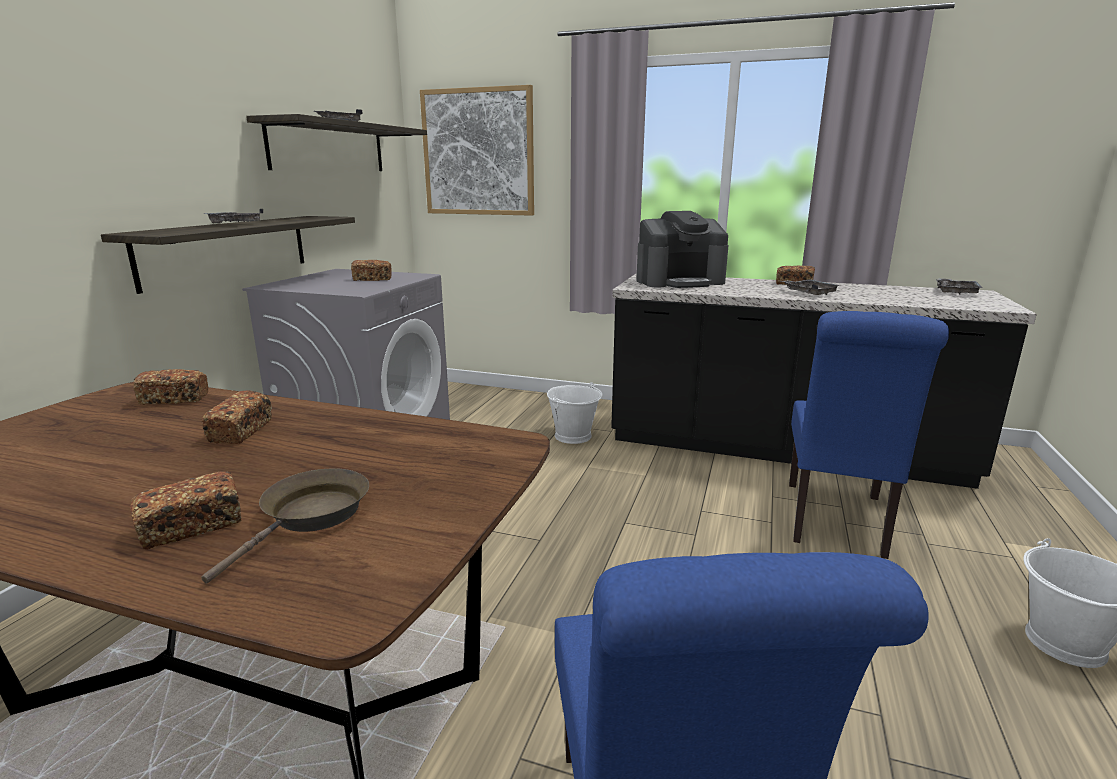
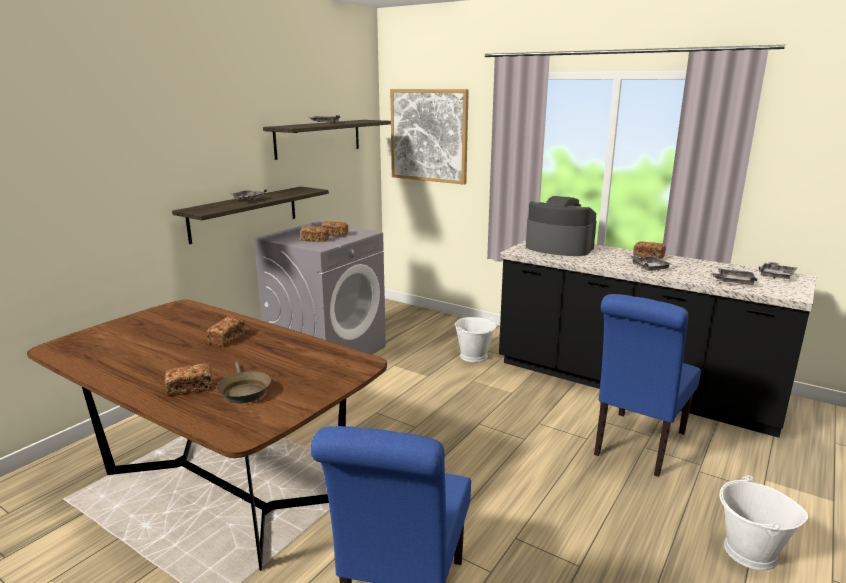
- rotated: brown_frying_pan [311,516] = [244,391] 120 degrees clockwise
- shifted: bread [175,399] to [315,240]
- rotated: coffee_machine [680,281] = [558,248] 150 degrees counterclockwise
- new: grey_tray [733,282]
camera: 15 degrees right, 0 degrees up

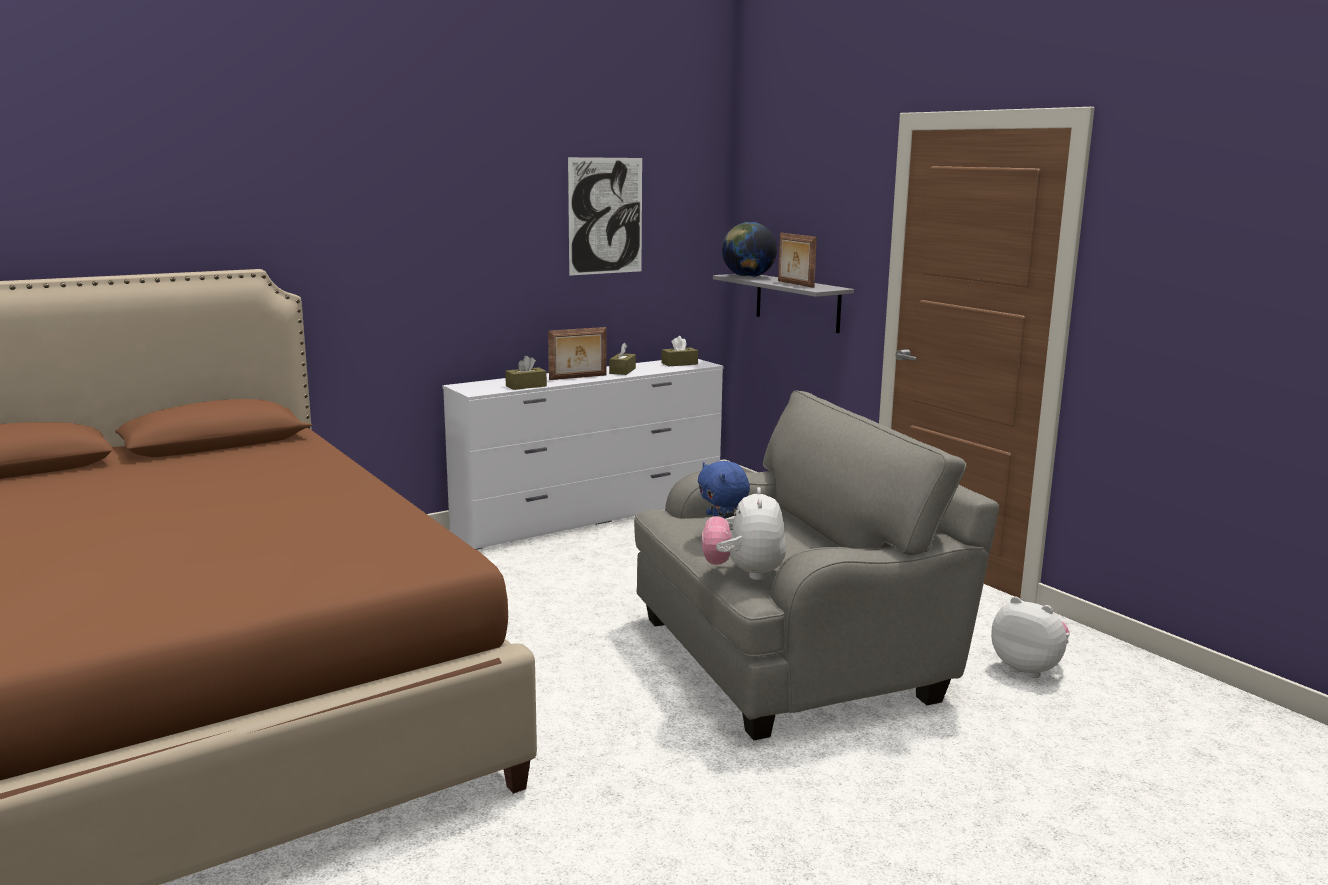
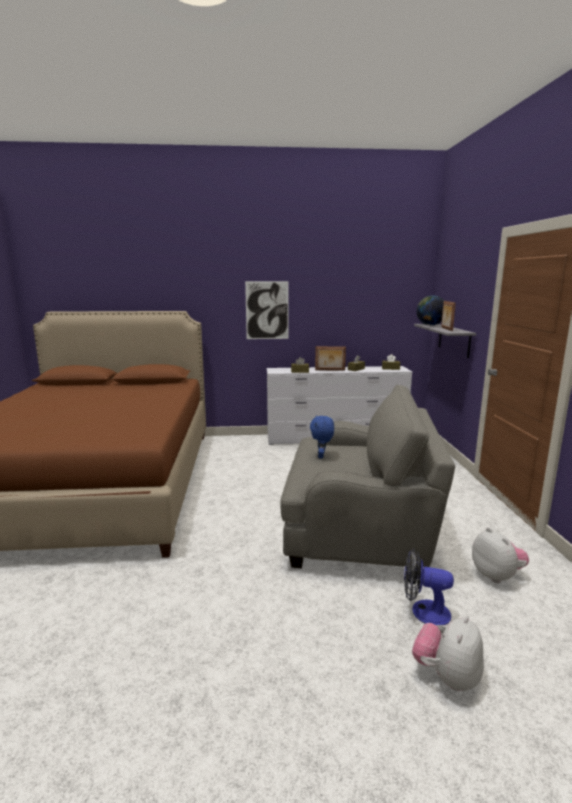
- shifted: picture [605,216] to [267,310]
- new: fan [423,611]
- shifted: plush_toy [744,573] to [447,676]
camera: 30 degrees right, 0 degrees up

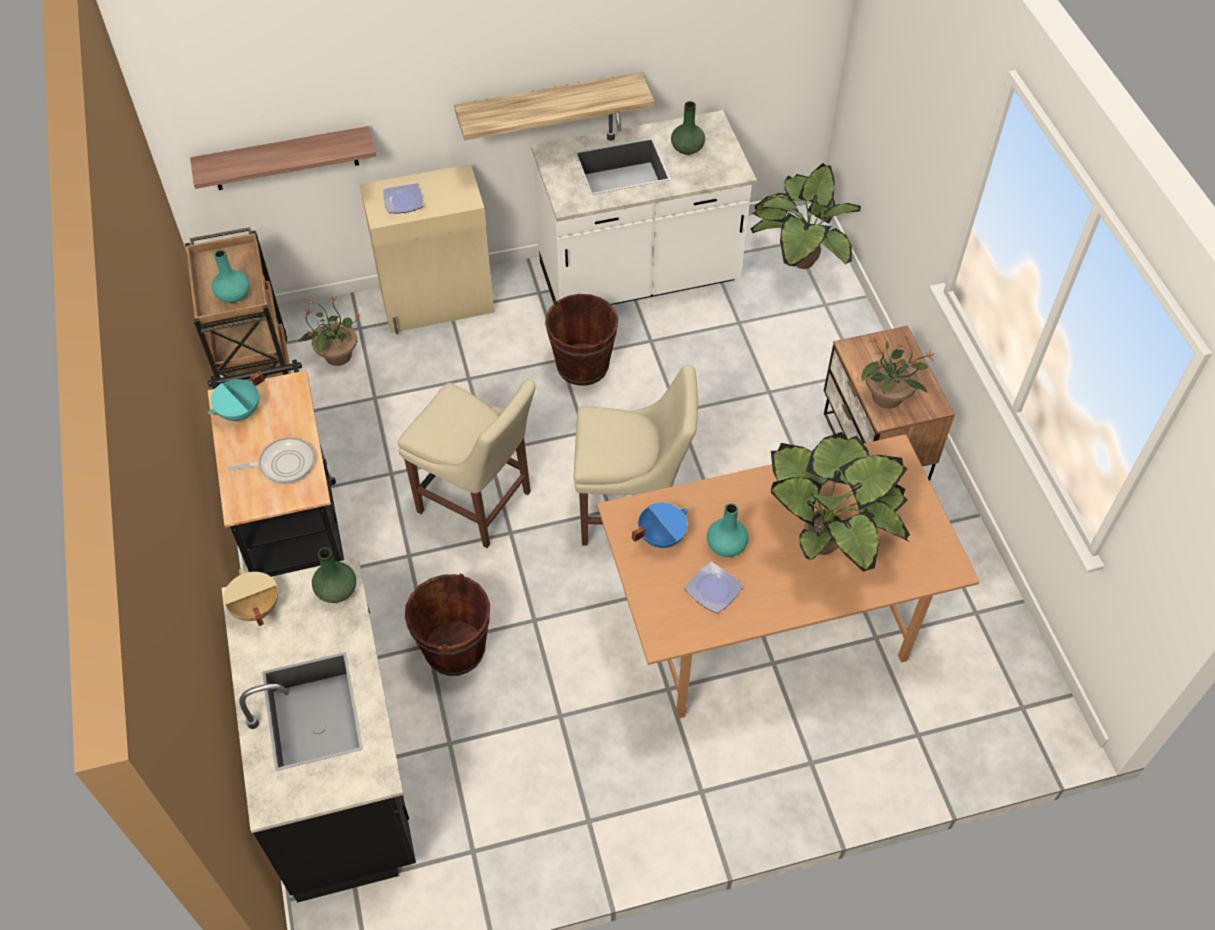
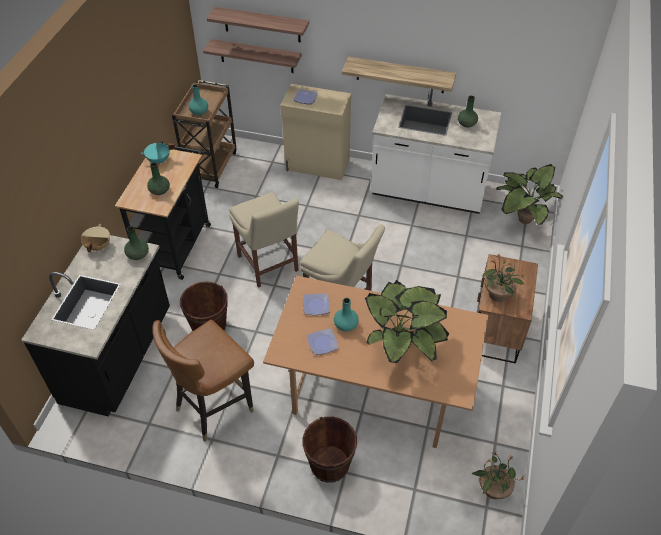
- swapped: frying_pan [283,464] to green_vase [159,190]
- new: brown_chair [214,407]
- new: shelf [262,25]
- shifted: brown_bucket [582,365] to [329,464]
- swapped: blue_cooking_pot [661,536] to plate [315,305]
- shifted: potted_plant [337,355] to [493,489]
camera: 30 degrees right, 5 degrees down

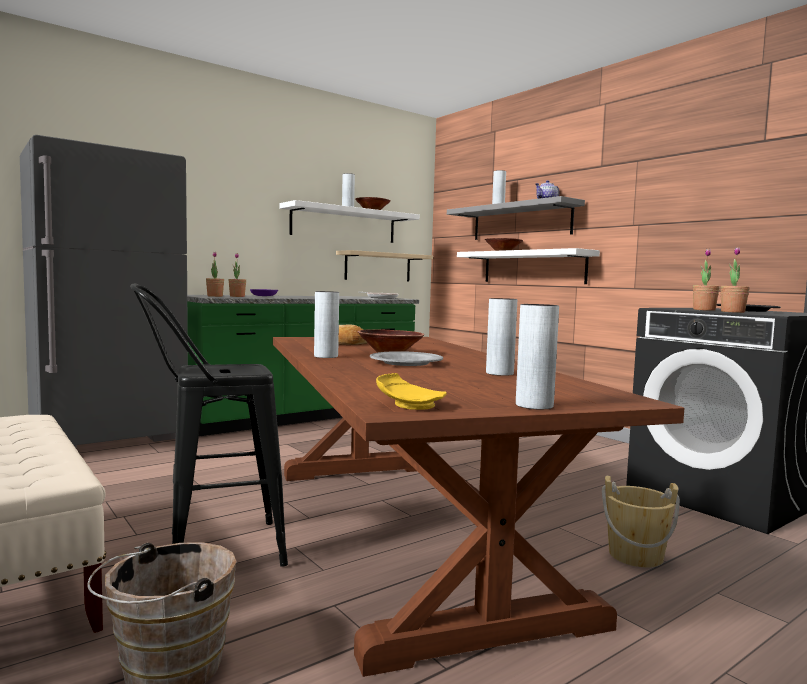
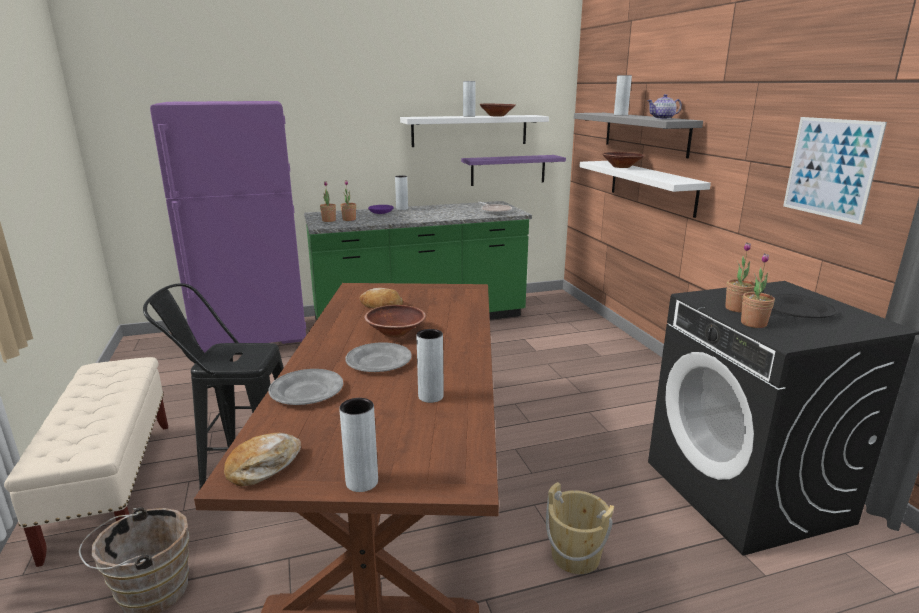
- repainted: grey_fridge [109,440] to purple_fridge [253,338]
- swapped: yellow_plate [409,405] to bread [263,466]
- new: grey_plate [306,391]
- shifted: grey_vase [326,356] to [402,209]
- repainted: beige_shelf [378,267] to purple_shelf [508,170]
- new: picture [830,168]
camera: 20 degrees right, 15 degrees up

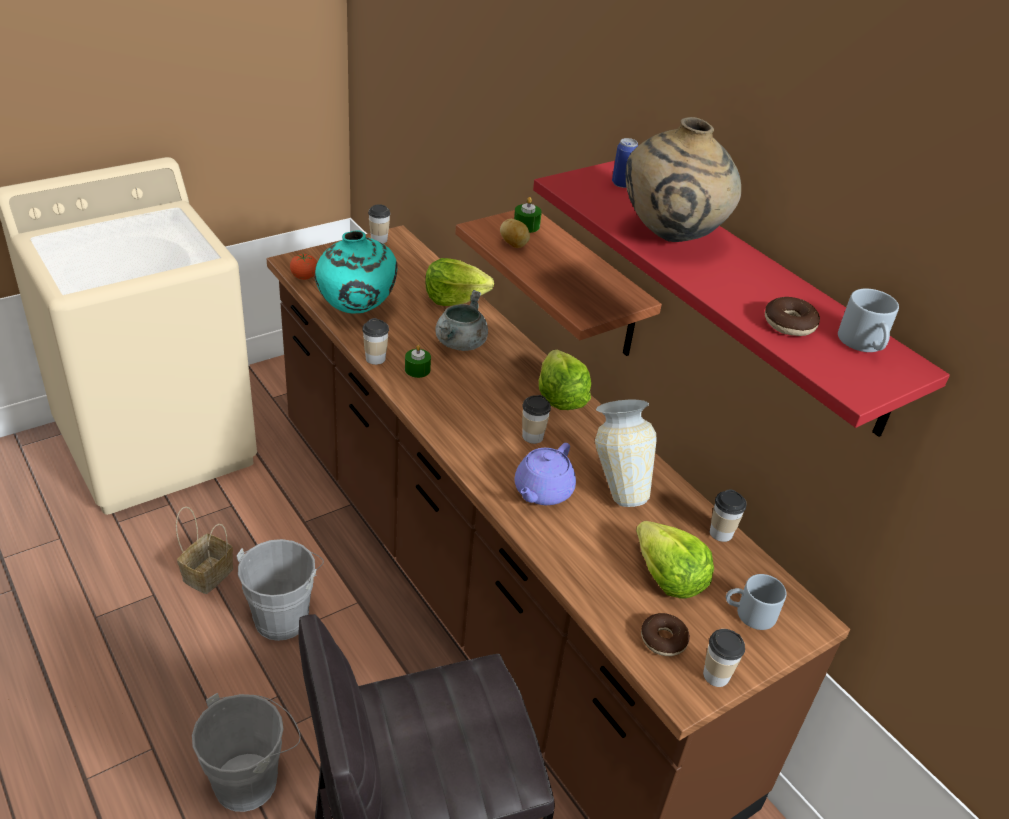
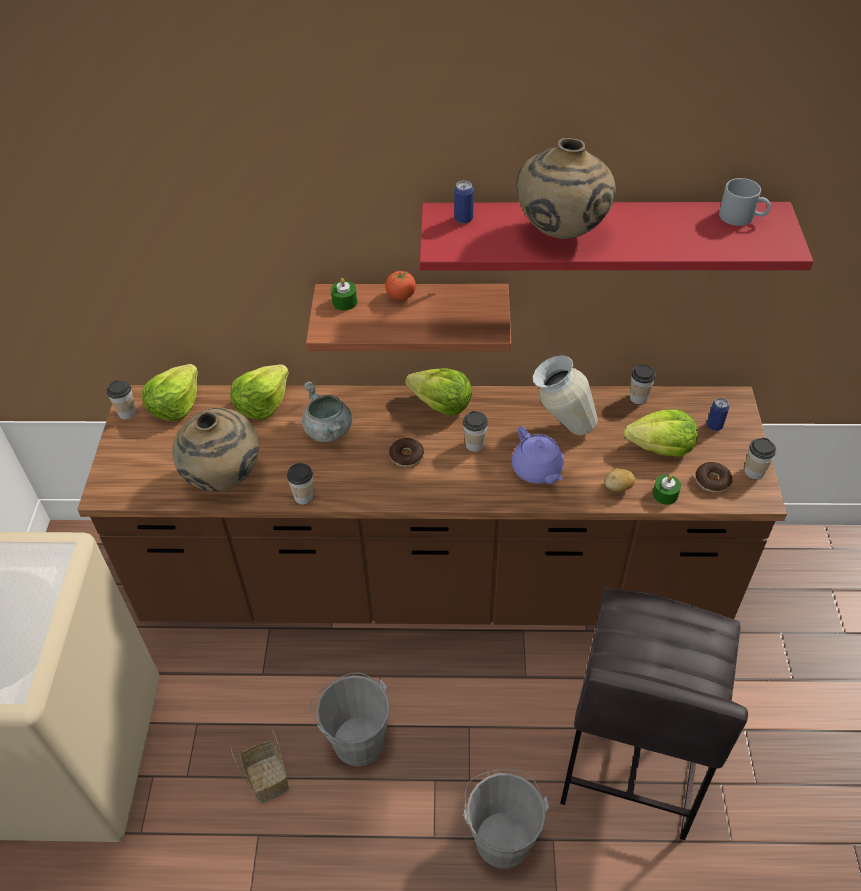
- new: lettuce [175,405]
- repainted: turquoise_vase [356,311] to beige_vase [224,479]
- shifted: tomato [304,277] to [401,296]
- shifted: donut [789,324] to [406,456]
- shifted: potato [514,245] to [618,487]
- shifted: green_candle [417,369] to [665,494]
- swapped: grey_mug [749,614] to can [714,426]
camera: 50 degrees left, 10 degrees up

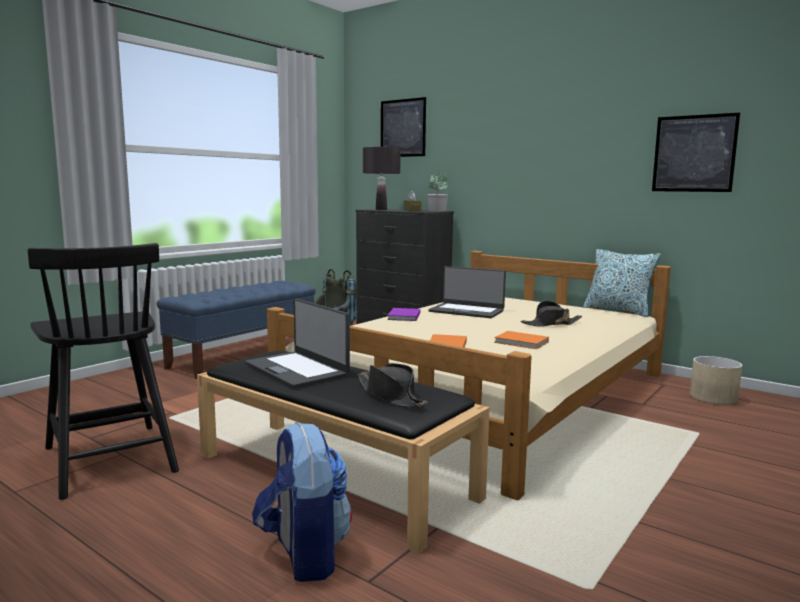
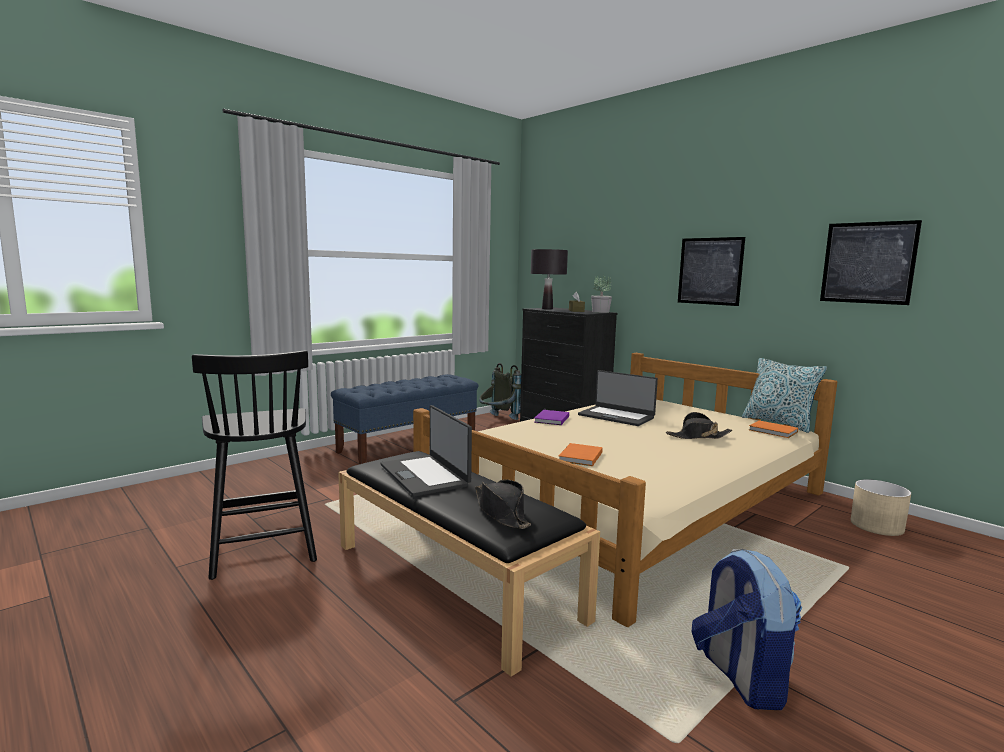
- shifted: picture [403,128] to [710,271]
- shifted: backpack [303,554] to [740,677]
- shifted: orange_book [522,342] to [773,431]
camera: 10 degrees right, 0 degrees up

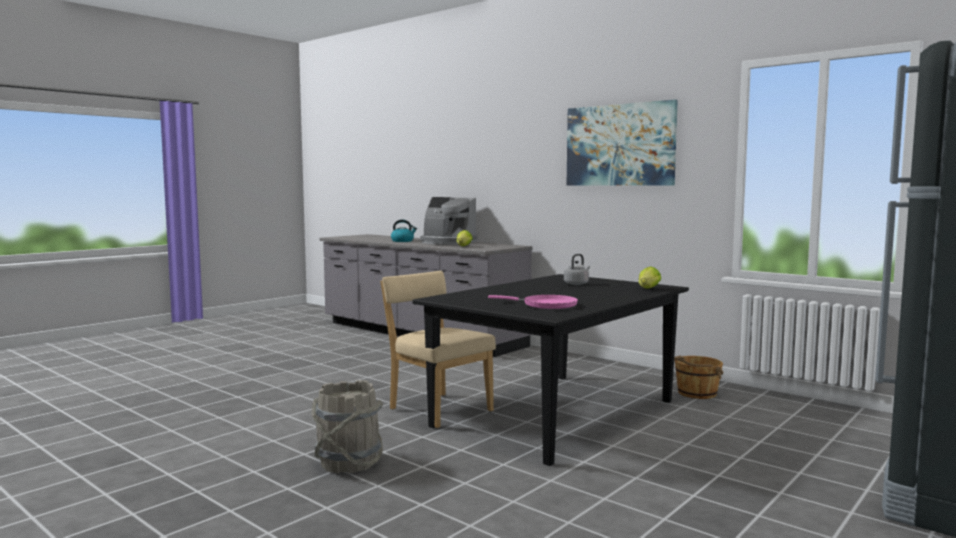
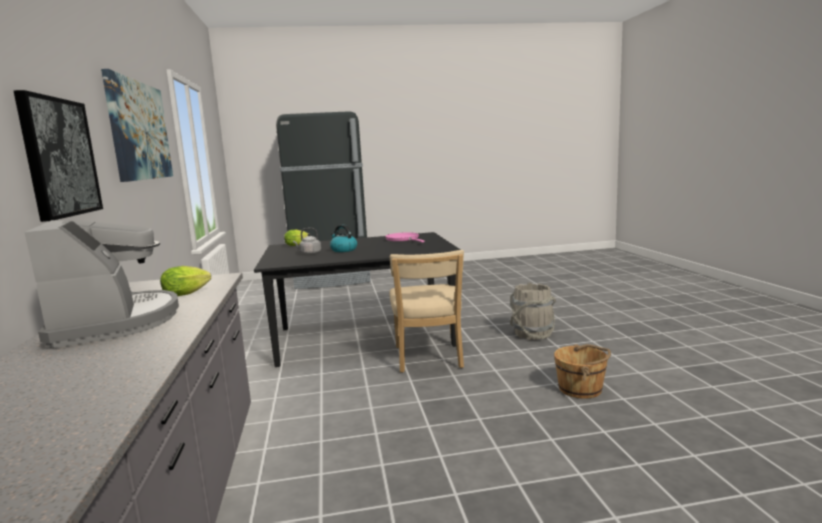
- new: picture [59,157]
- shifted: kettle [403,241] to [343,250]
- shifted: brown_bucket [696,393] to [581,389]
camera: 140 degrees left, 5 degrees up

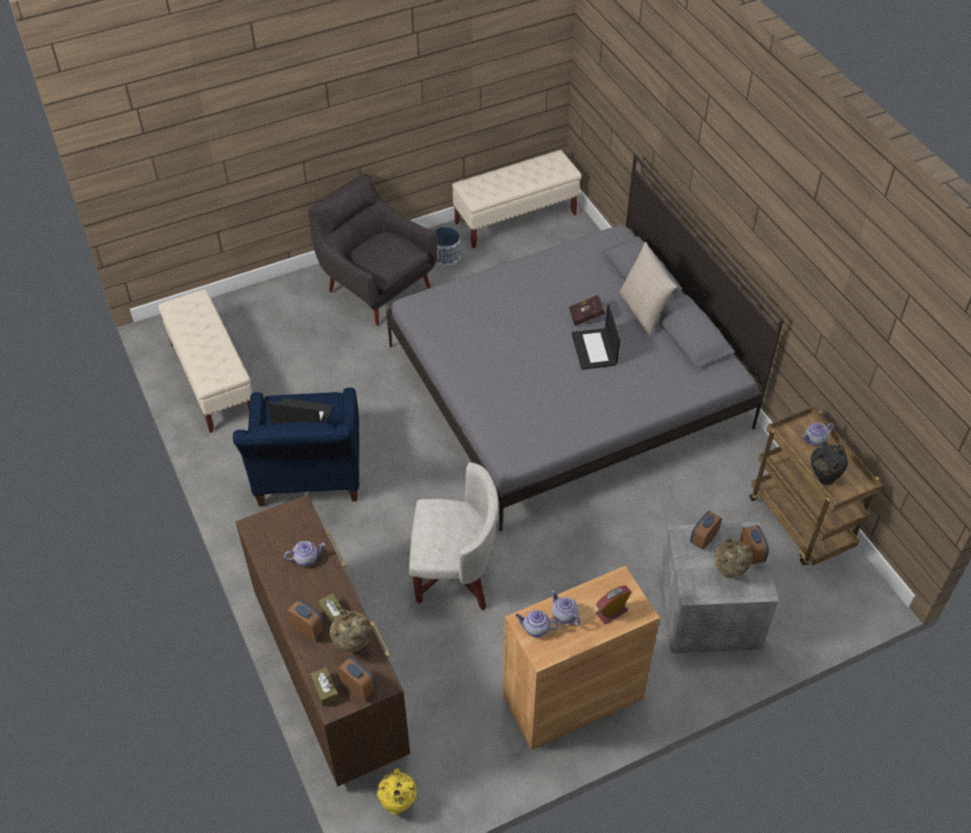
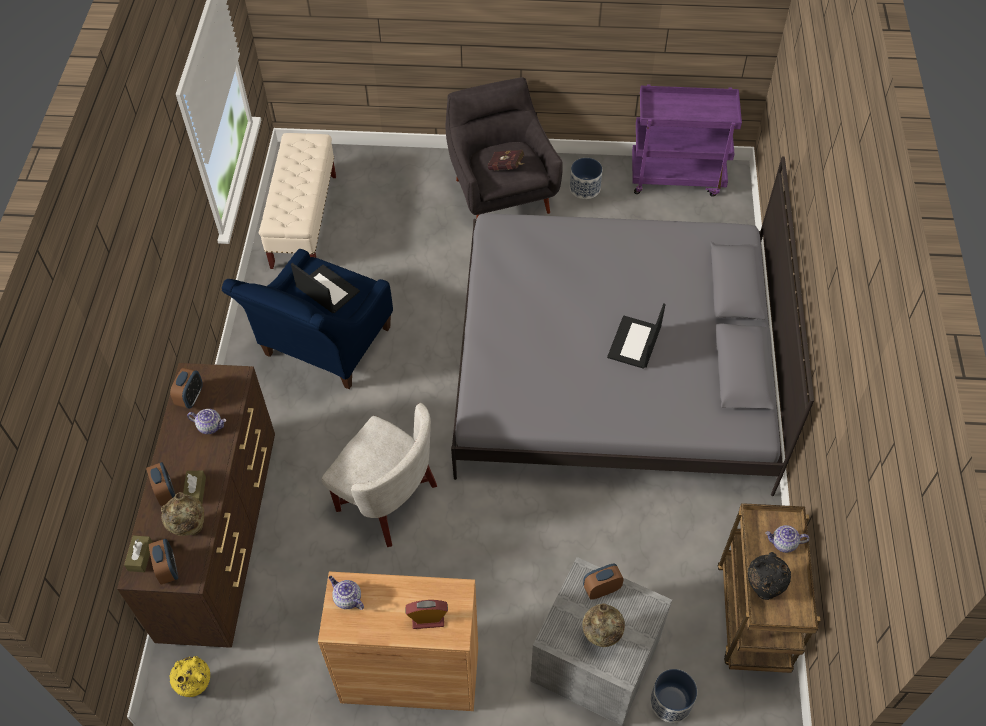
- shifted: alarm_clock [751,554] to [190,397]
- shifted: red_book [587,317] to [507,167]
- swapped: beige_bench [516,219] to purple_cart [677,177]
- new: planter [671,701]
- gone: teapot [564,615]
- gone: beige_pillow [643,311]
camera: 30 degrees right, 5 degrees up

